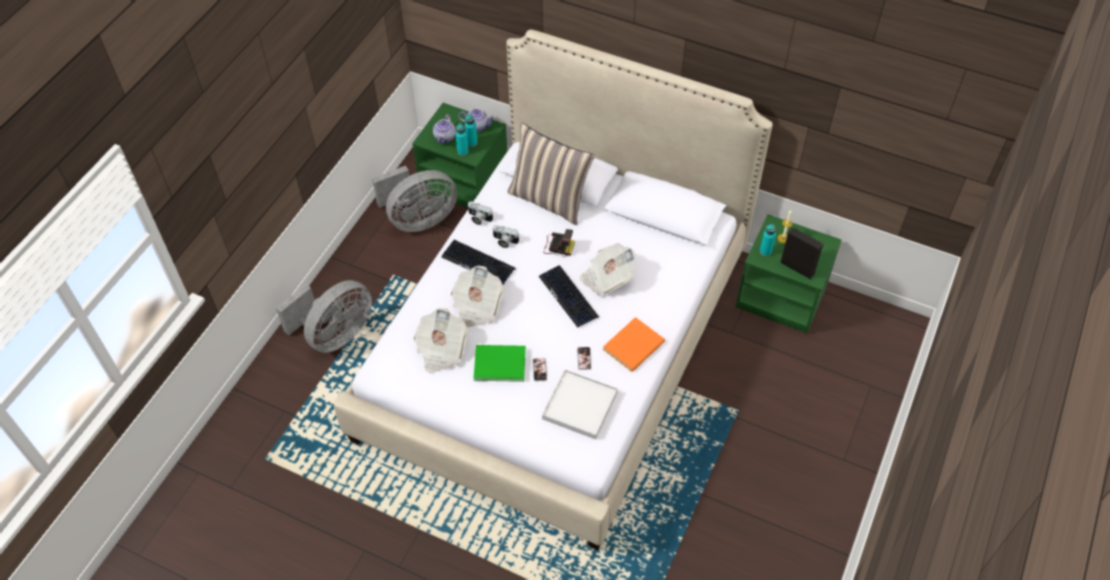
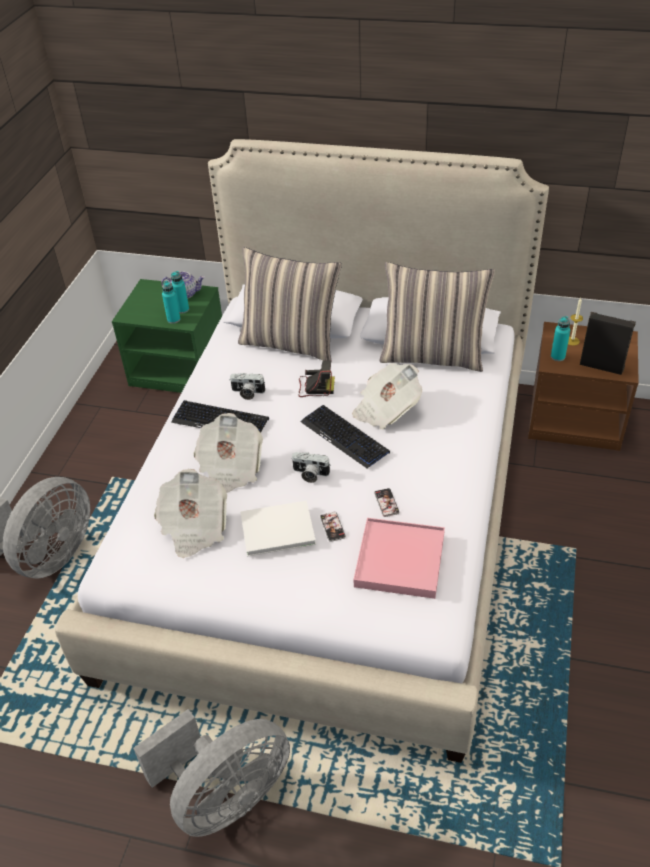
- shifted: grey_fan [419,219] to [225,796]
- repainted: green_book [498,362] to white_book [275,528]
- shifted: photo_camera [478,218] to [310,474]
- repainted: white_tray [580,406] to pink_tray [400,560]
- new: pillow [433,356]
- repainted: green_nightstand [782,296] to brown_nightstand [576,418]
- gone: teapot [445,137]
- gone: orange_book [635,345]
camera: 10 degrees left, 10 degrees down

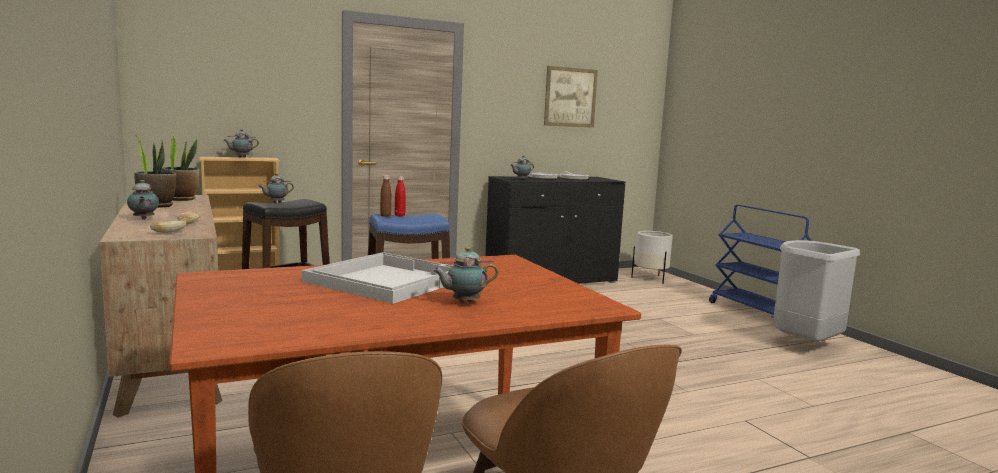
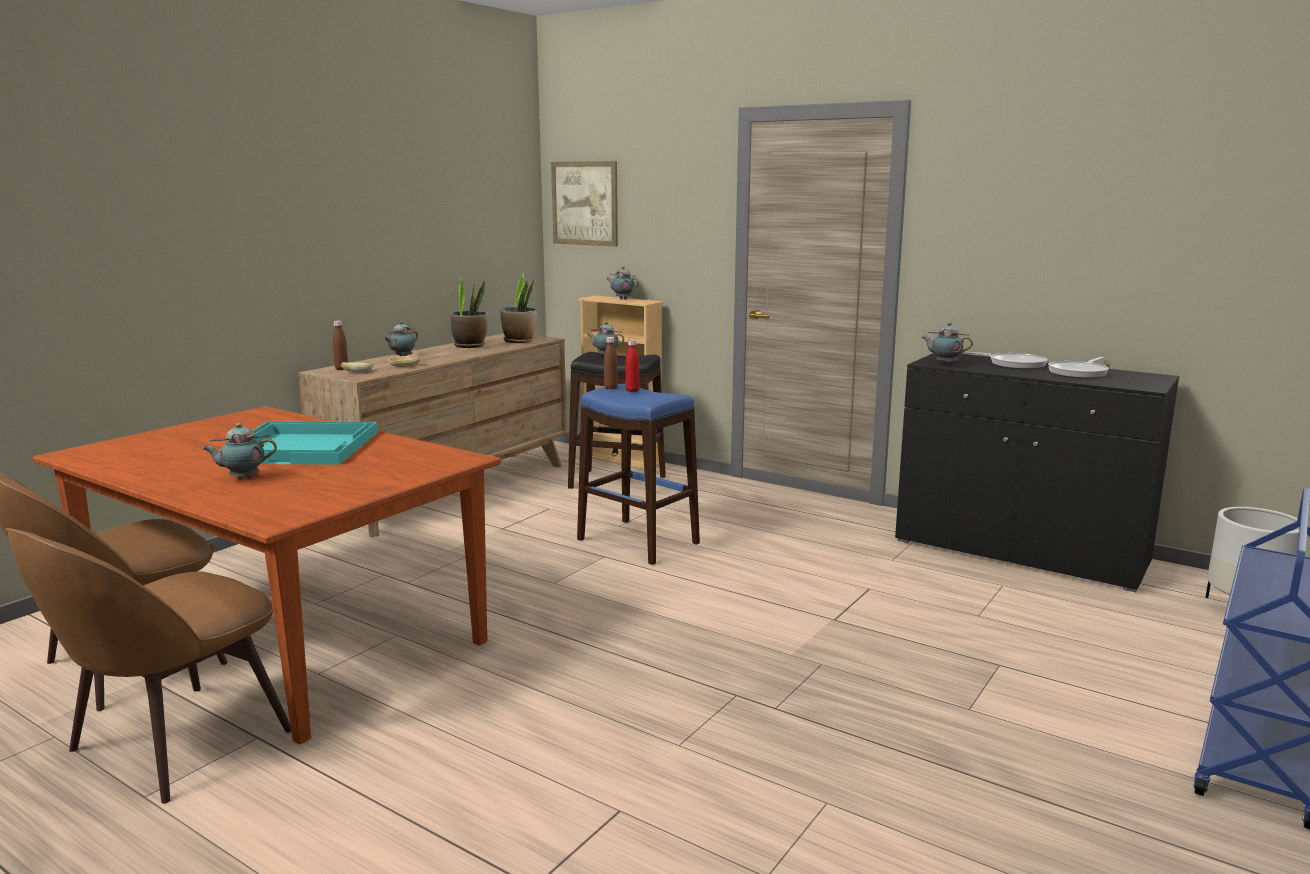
- rotated: teapot [463,302] = [242,478] 60 degrees counterclockwise
- repainted: white_tray [387,280] to turquoise_tray [304,446]
- new: brown_bottle [341,369]
- shifted: picture [570,97] to [585,203]
- gone: grey_trash_can [805,346]
camera: 60 degrees right, 5 degrees up

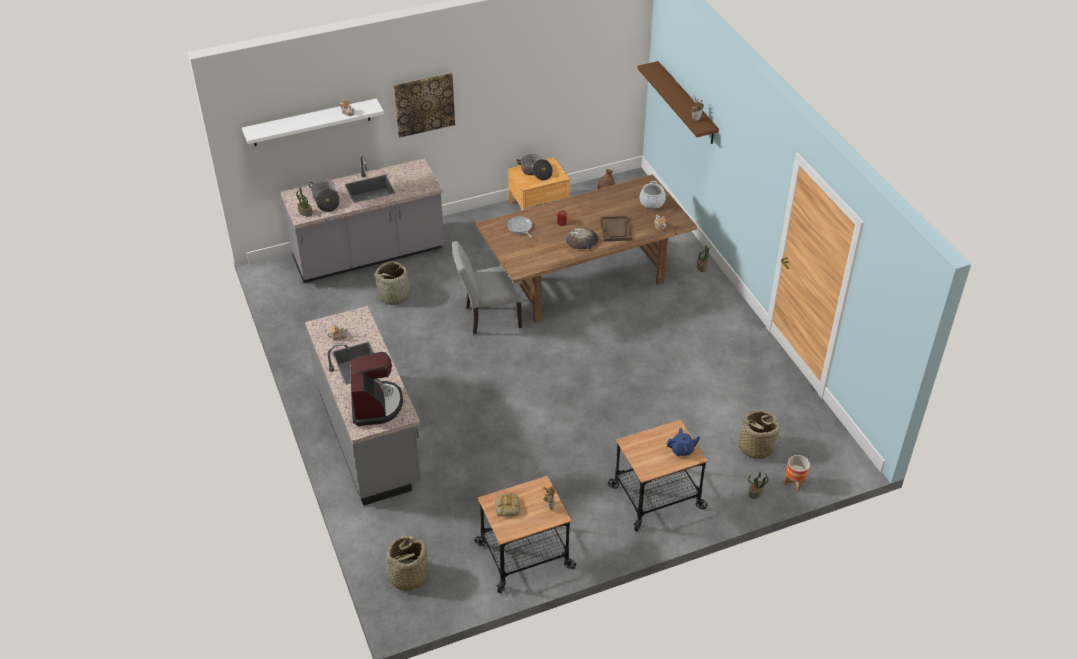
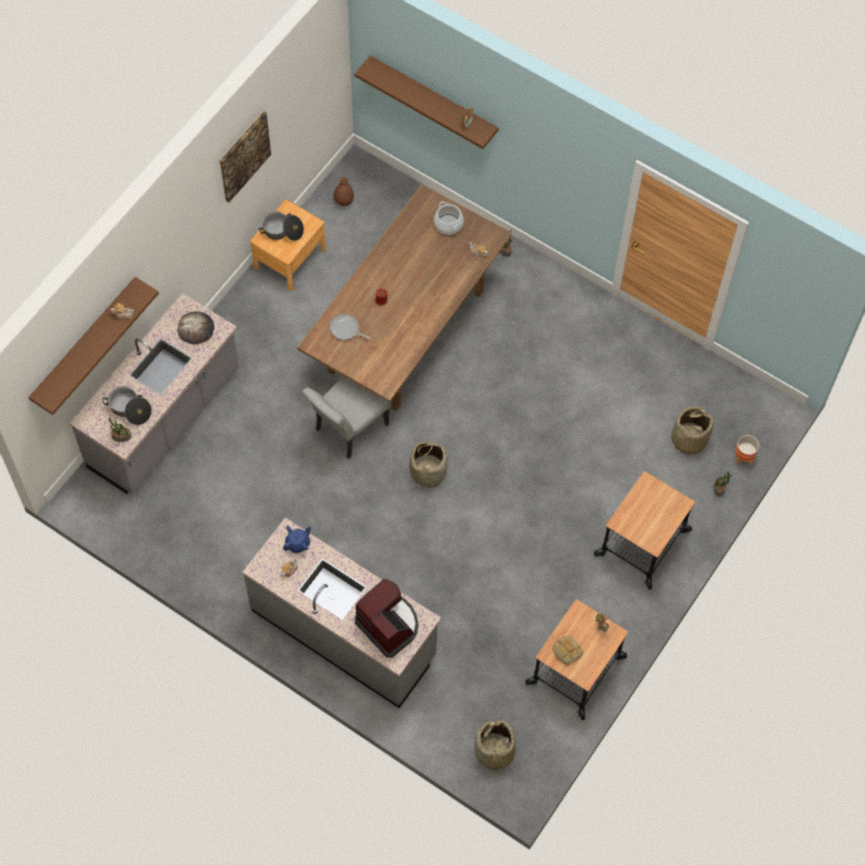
- repainted: white_shelf [311,122] to brown_shelf [84,343]
- shifted: bread [582,241] to [196,329]
- shifted: picture [424,104] to [244,156]
- shifted: blue_teapot [682,450] to [298,543]
- shifted: basket [395,295] to [428,471]
- gone: brown_tray [615,229]
camera: 35 degrees left, 20 degrees up

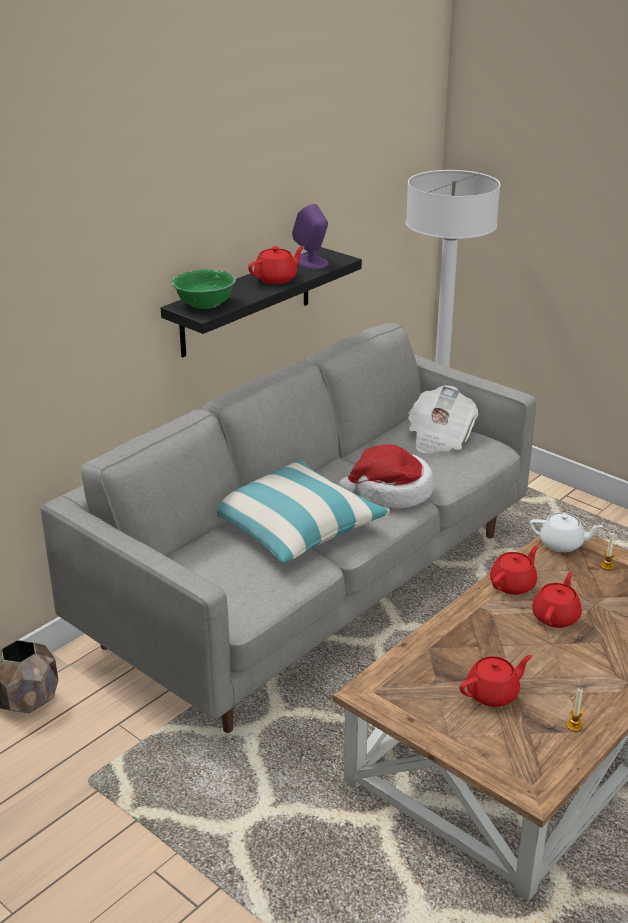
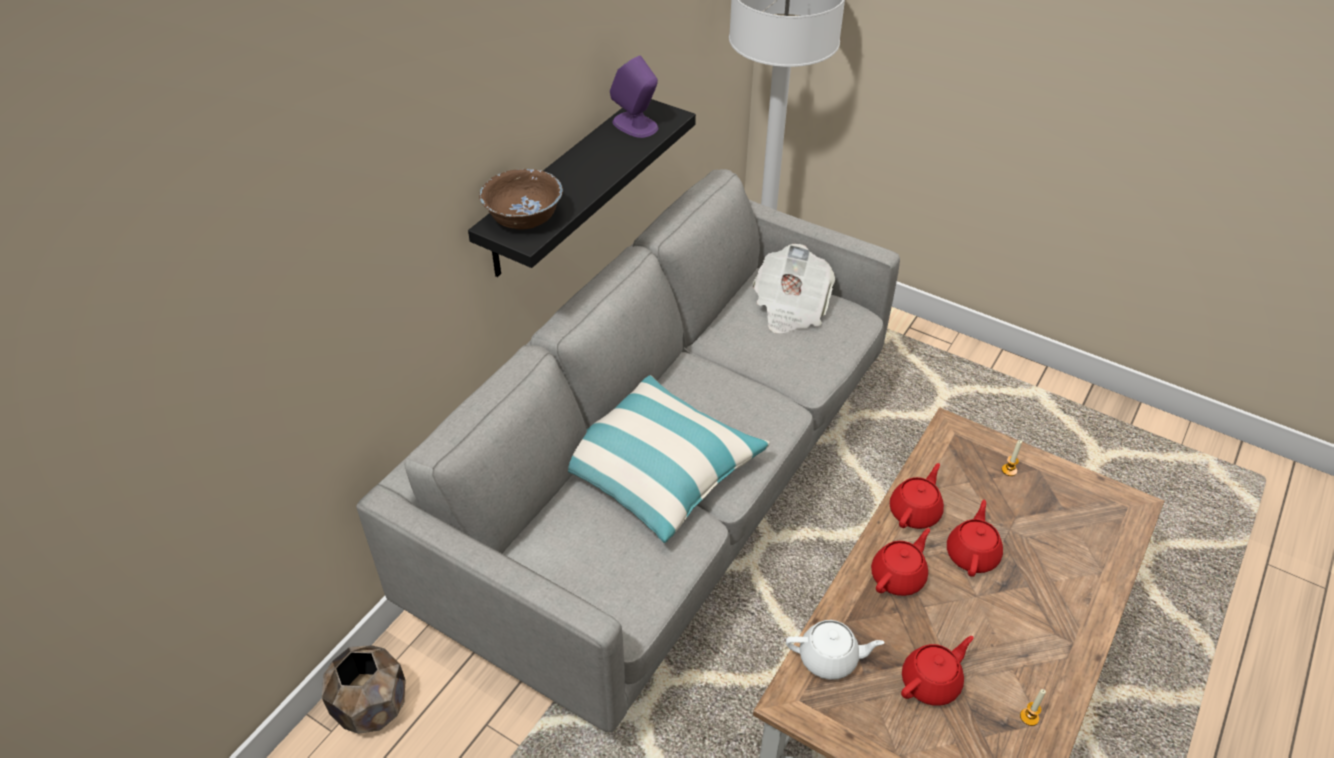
- repainted: green_bowl [205,303] to brown_bowl [524,218]
- shifted: white_teapot [562,544] to [829,658]
- shifted: red_teapot [276,279] to [898,576]
- gone: hat [391,492]
camera: 10 degrees left, 15 degrees up

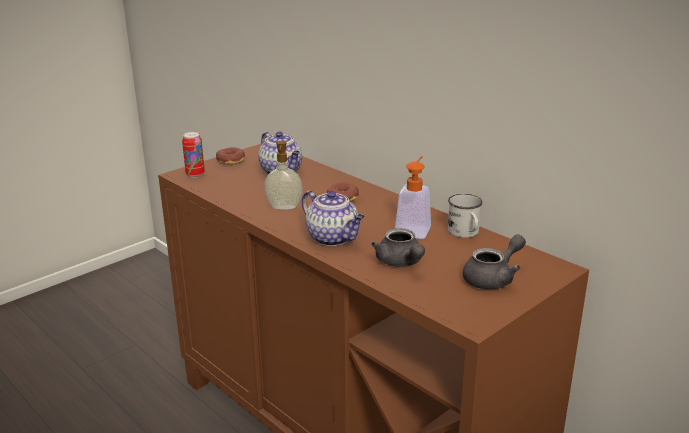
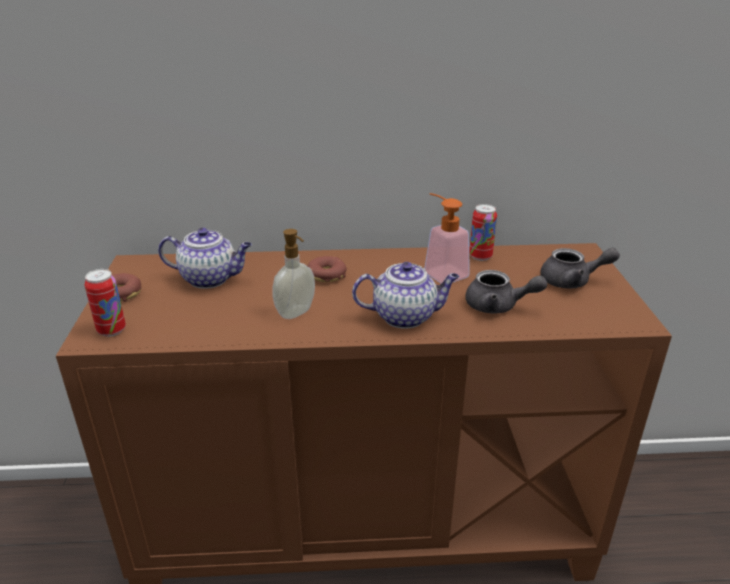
- swapped: white_mug [465,233] to can [480,256]
- rotated: grey_teapot [493,278] = [572,281] 90 degrees clockwise
camera: 50 degrees left, 5 degrees up

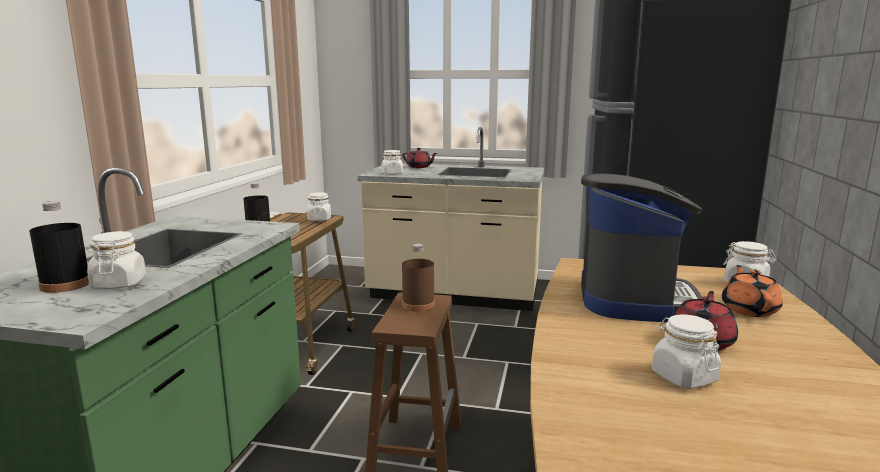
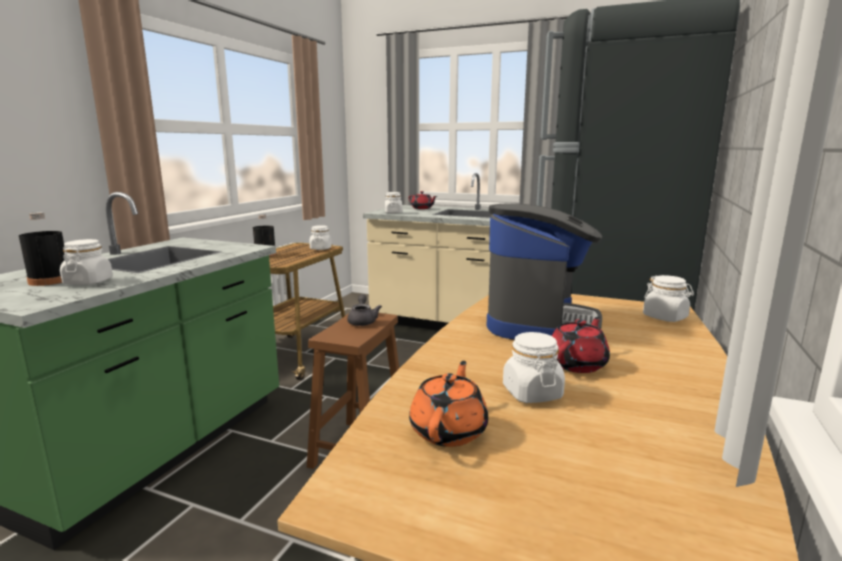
- swapped: brown_bottle [418,305] to grey_teapot [362,321]
- shifted: orange_teapot [749,309] to [449,430]
camera: 10 degrees right, 0 degrees up

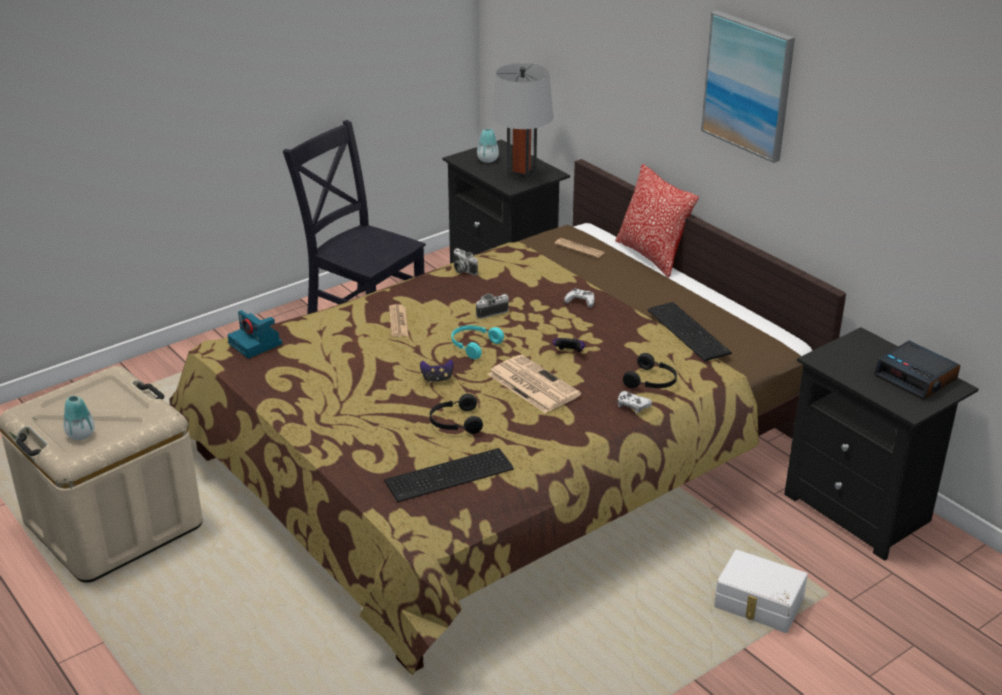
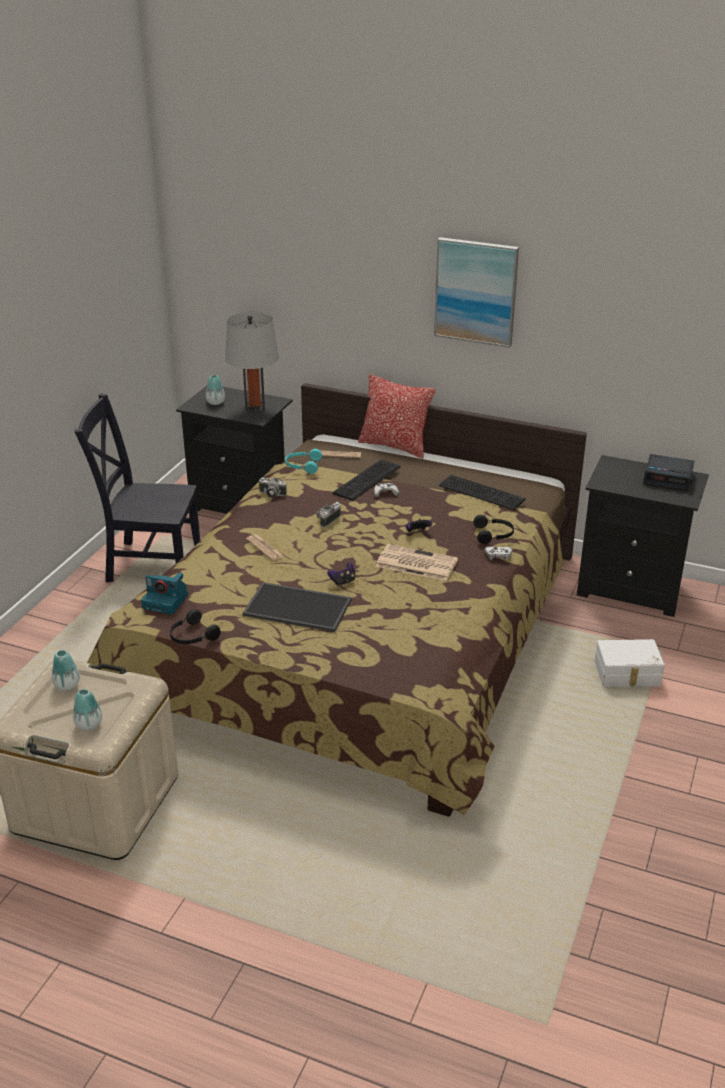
- new: vase [67,685]
- shifted: black_headphones [455,422] to [192,636]
- new: tray [299,607]
- shifted: turquoise_headphones [473,345] to [302,466]
- shifted: keyboard [451,476] to [368,480]
camera: 30 degrees left, 0 degrees up

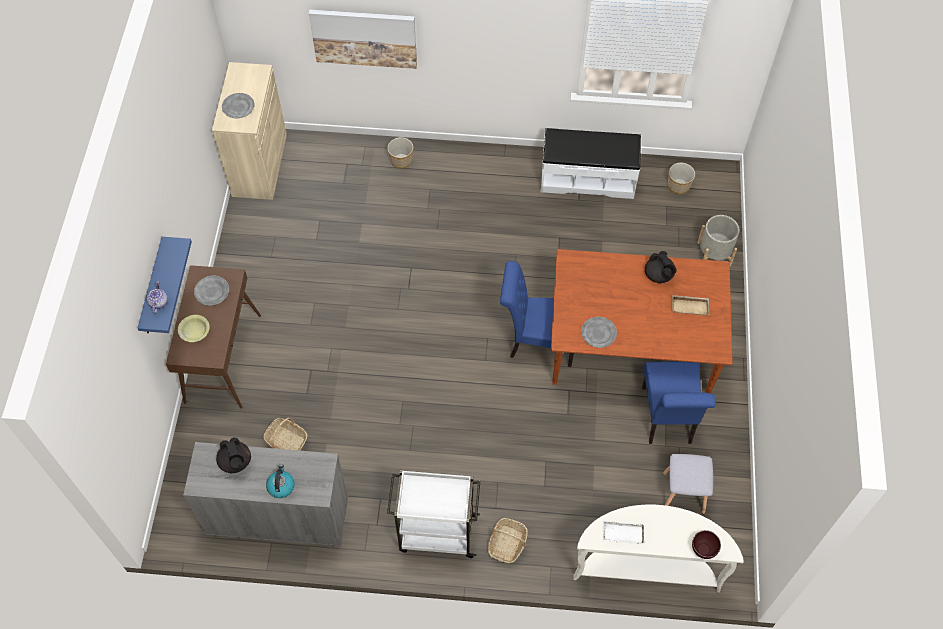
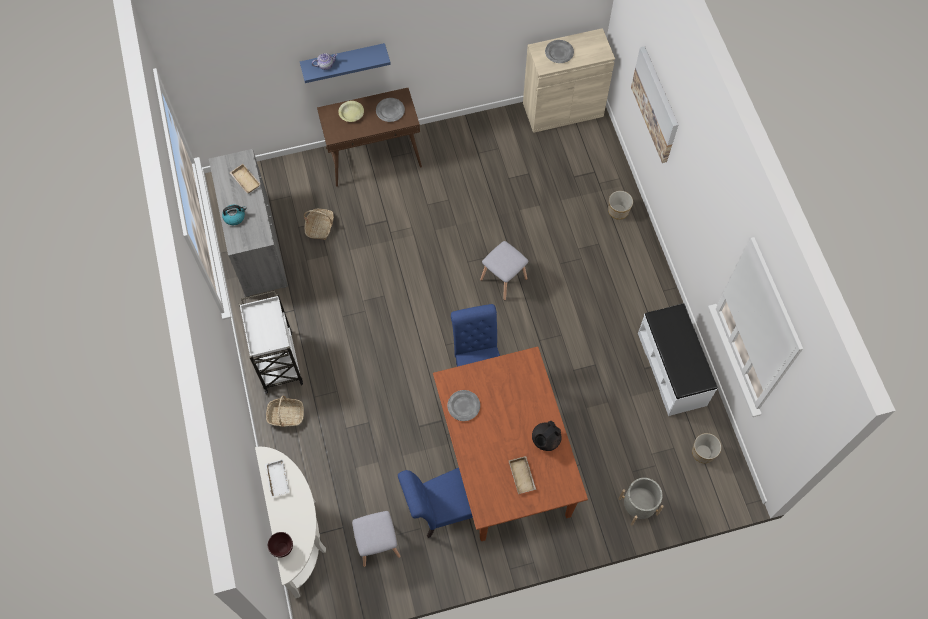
- swapped: black_teapot [236,462] to beige_tray [244,180]
- new: grey_stool [504,279]
camera: 70 degrees right, 5 degrees up

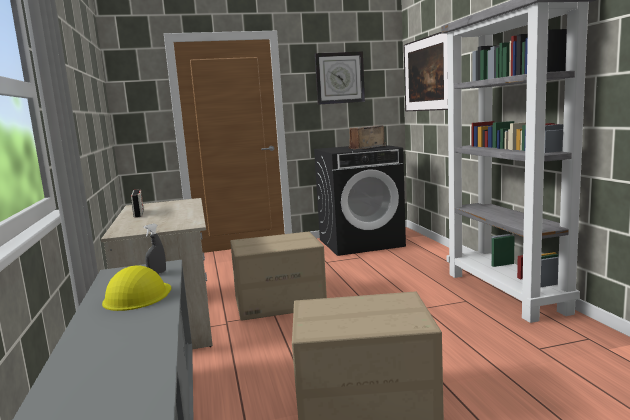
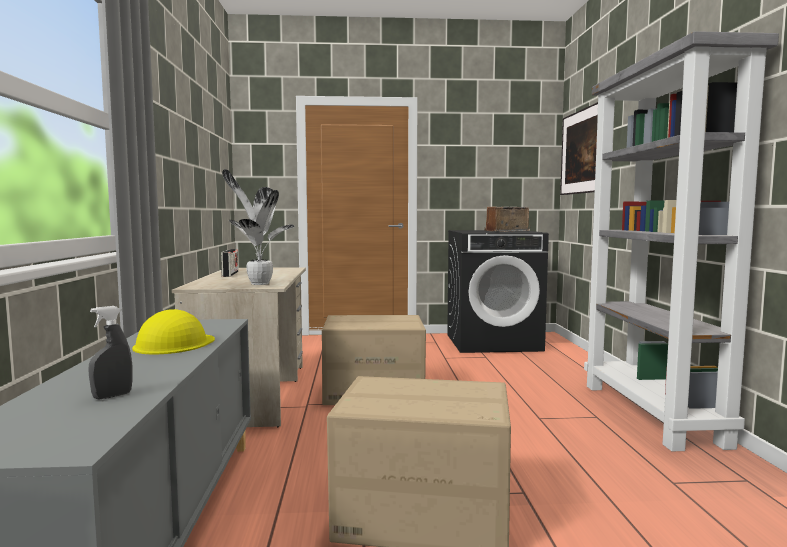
- shifted: grey_spray_bottle [157,274] to [112,396]
- new: potted_plant [258,284]
- gone: wall_clock [339,78]
camera: 10 degrees right, 5 degrees down

